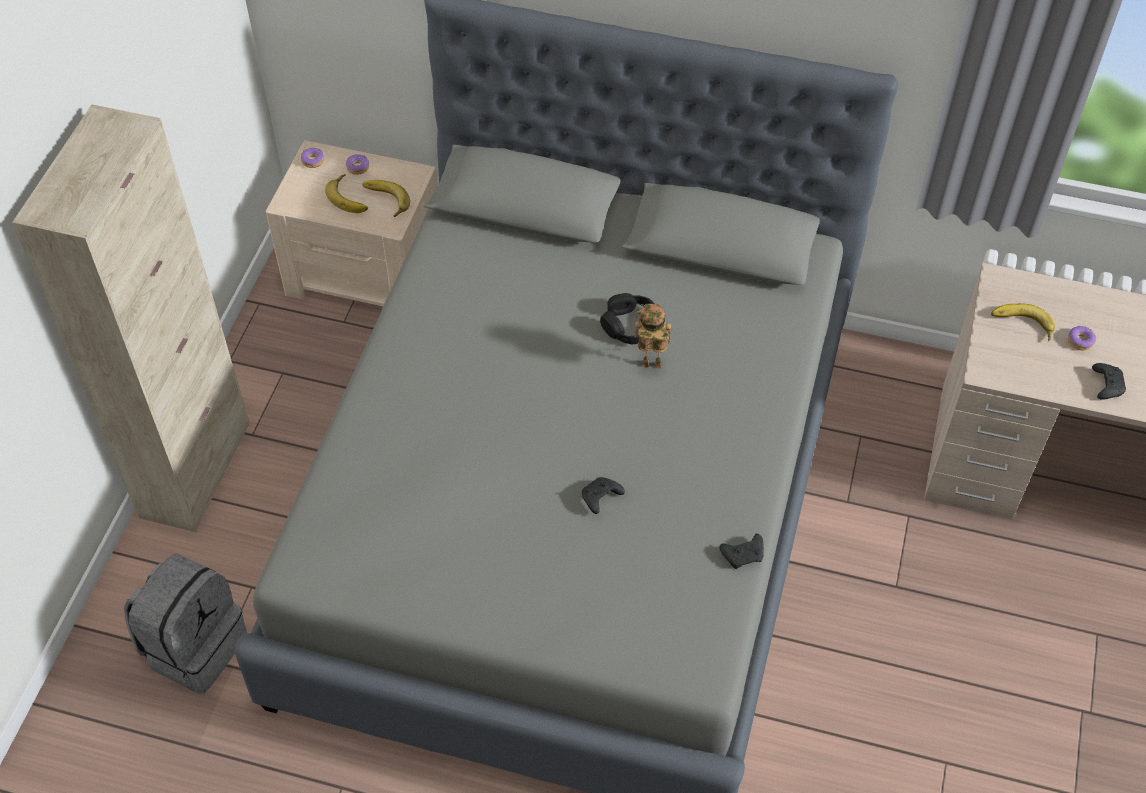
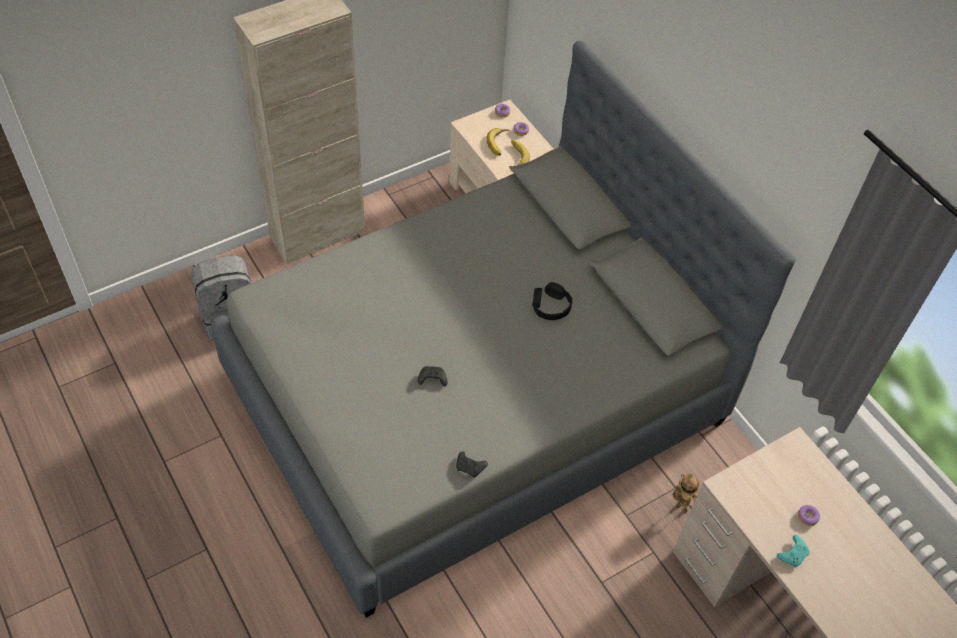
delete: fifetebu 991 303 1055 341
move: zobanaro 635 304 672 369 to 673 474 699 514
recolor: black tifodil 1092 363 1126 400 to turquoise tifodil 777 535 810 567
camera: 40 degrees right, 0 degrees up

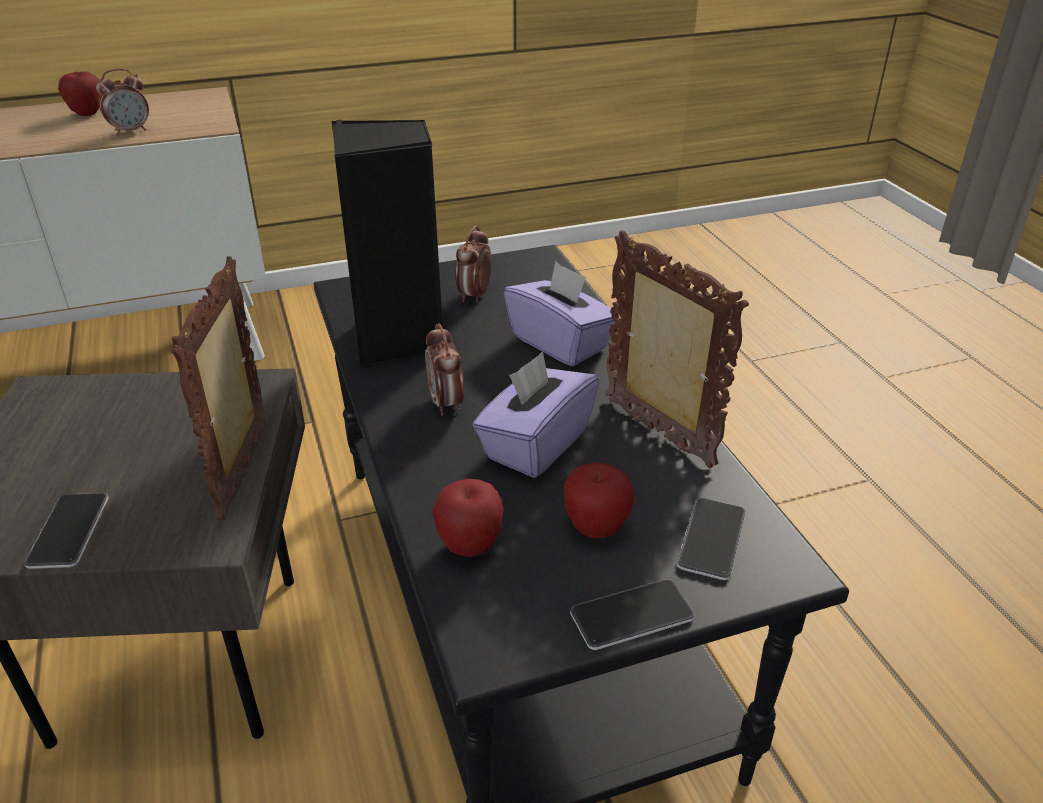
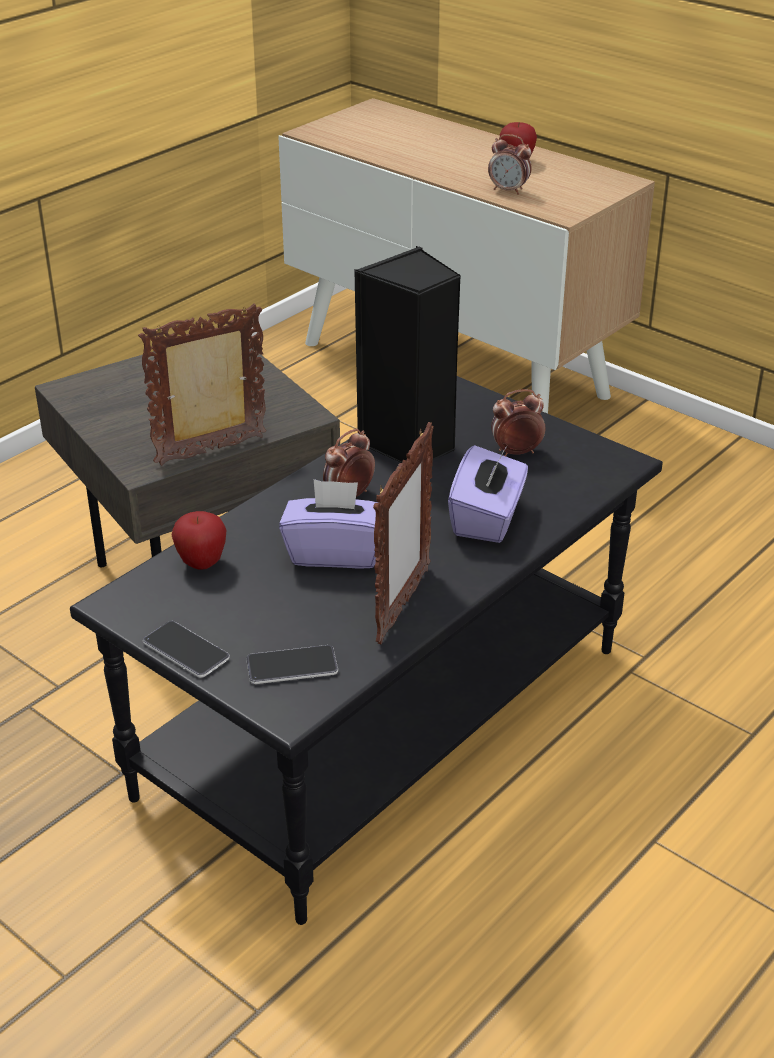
delete: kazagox 24 493 109 569; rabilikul 564 462 634 539
camera: 60 degrees right, 0 degrees up

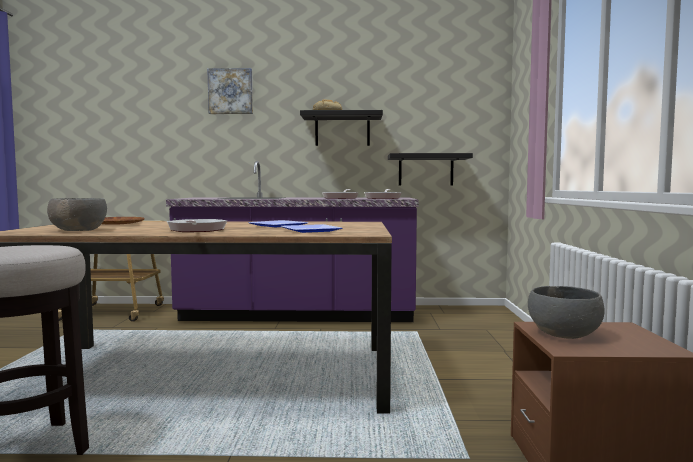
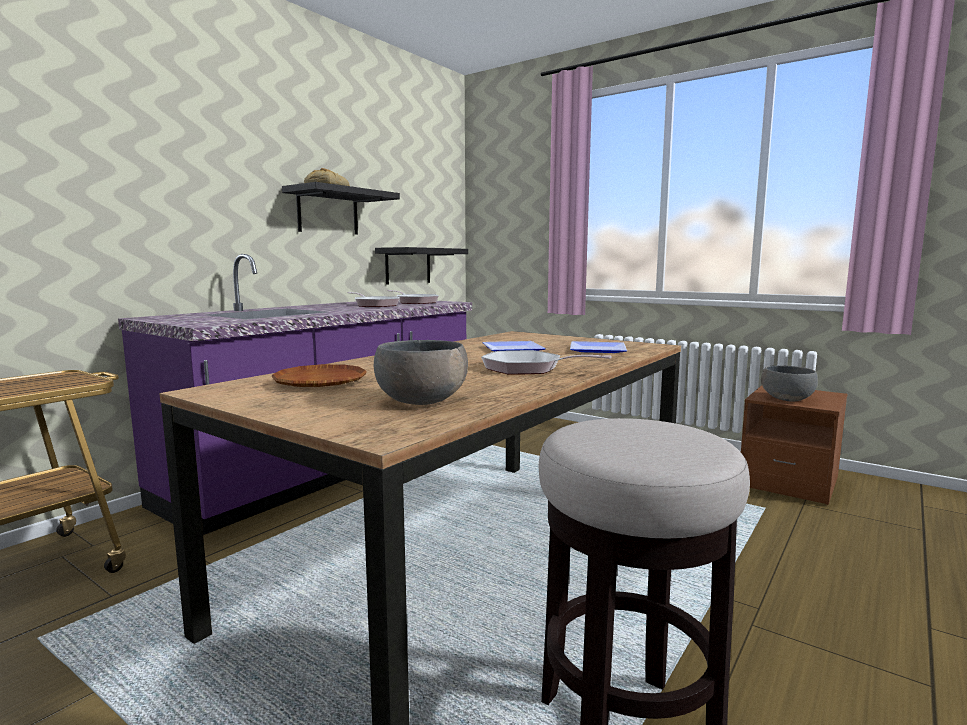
delete: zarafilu 207 68 253 114
camera: 55 degrees left, 5 degrees up

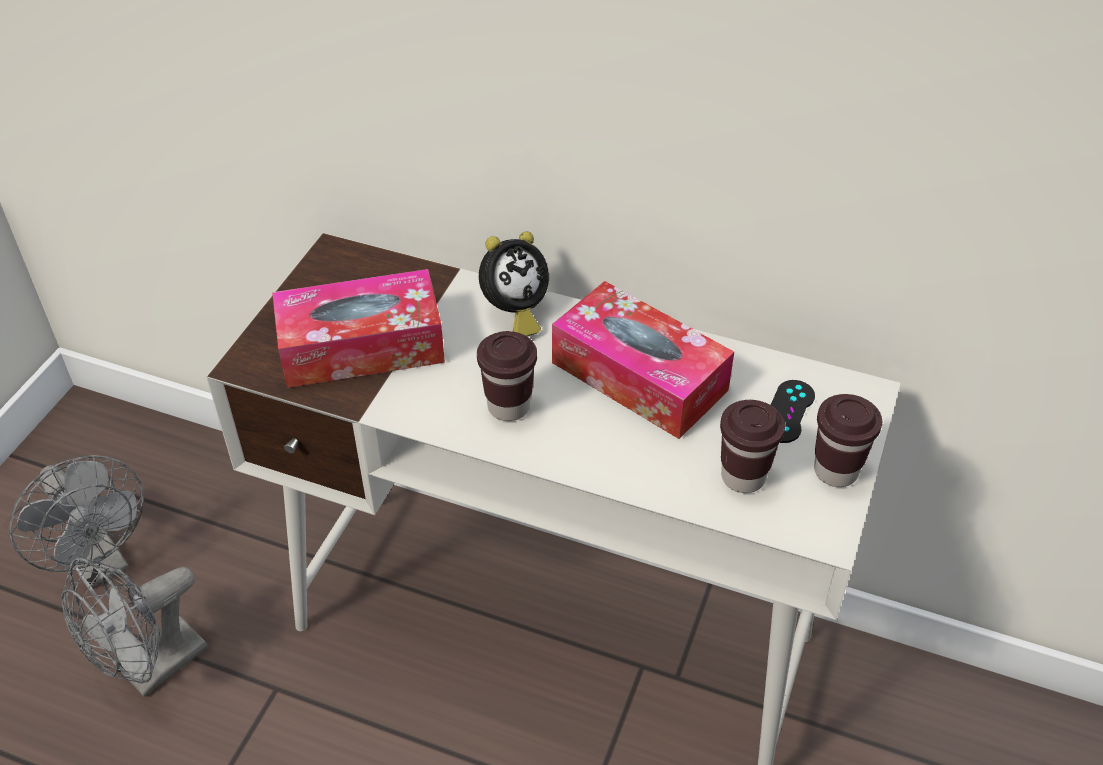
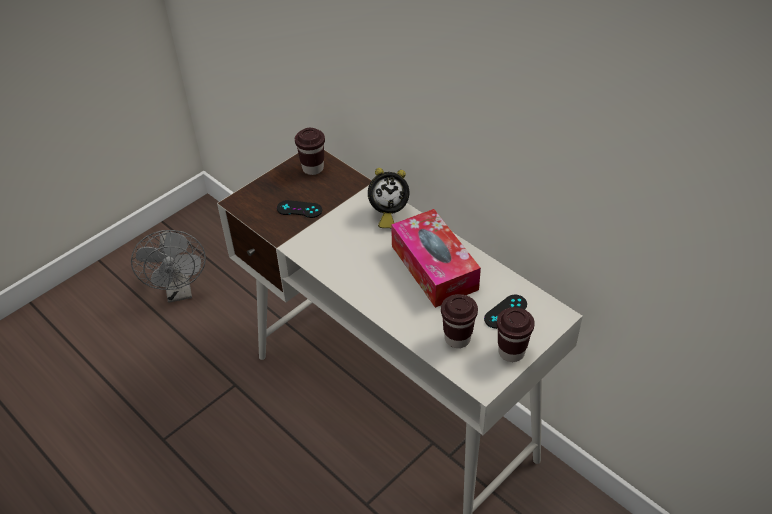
delete: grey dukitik 61 557 208 697
move: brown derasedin 477 331 537 421 to 295 128 325 175
replace: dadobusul 272 269 445 388 to black tifodil 277 200 322 218
camera: 25 degrees right, 0 degrees up

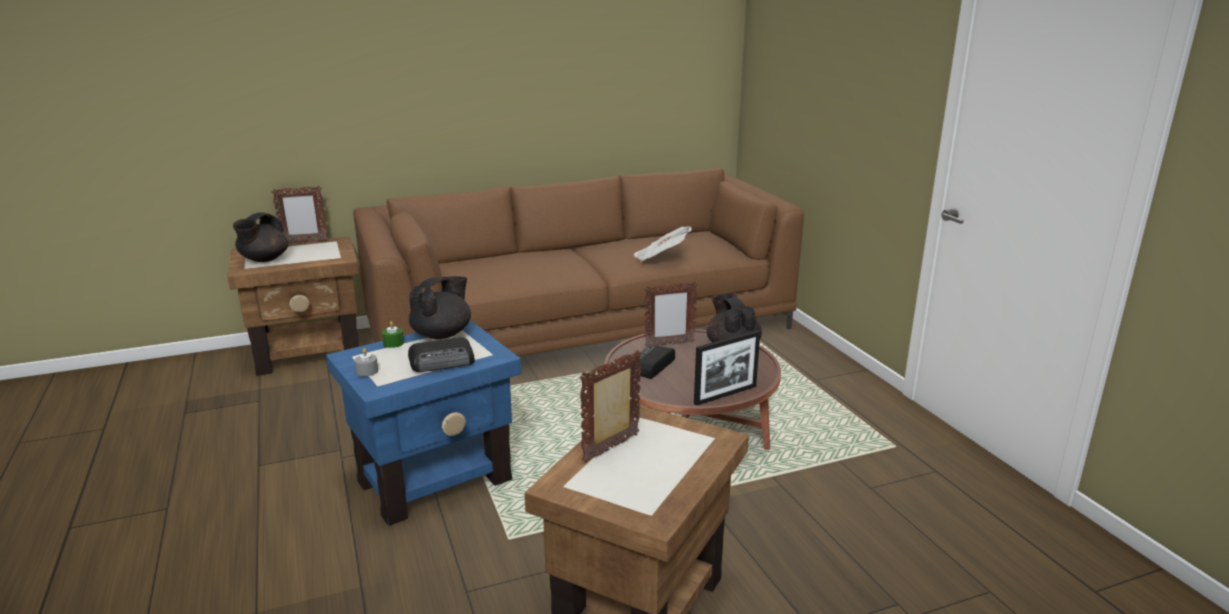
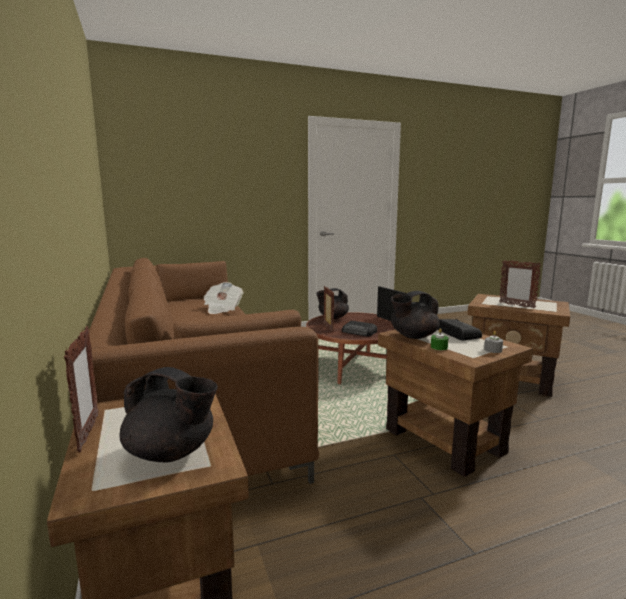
recolor: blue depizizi 326 320 521 526 to brown depizizi 378 329 533 477
rotate: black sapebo 409 276 471 339 = 391 291 440 339 60 degrees counterclockwise
camera: 90 degrees left, 10 degrees down

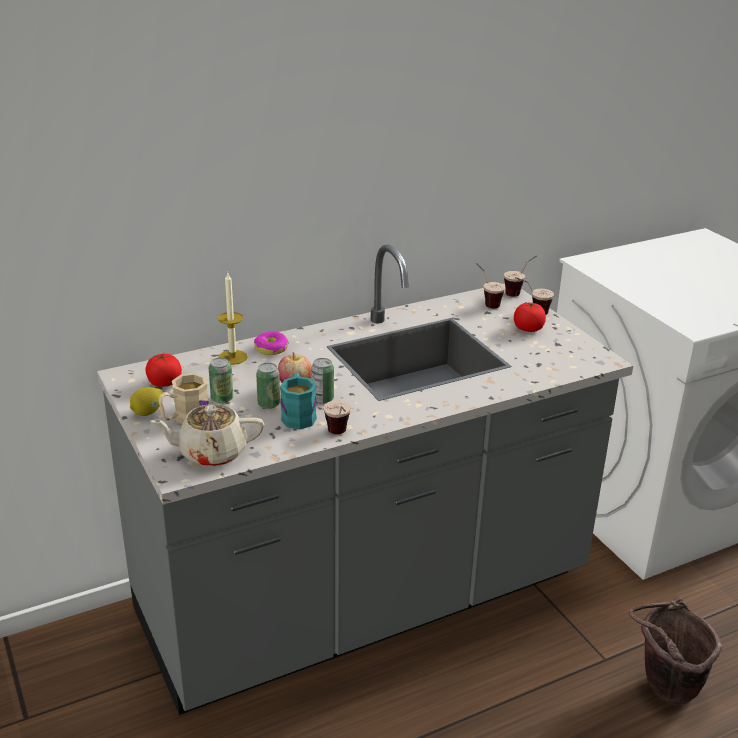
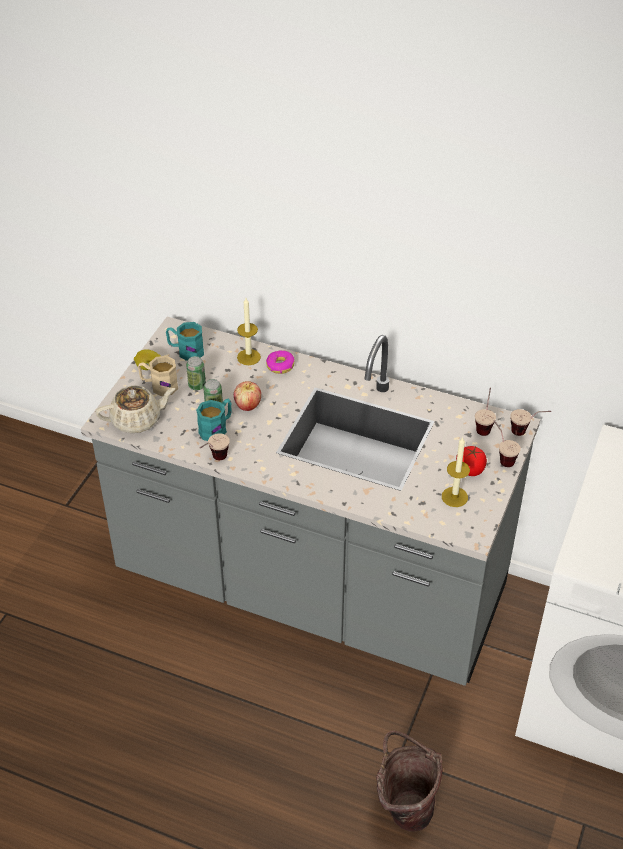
delete: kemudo 311 358 334 404
insert: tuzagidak 442 437 470 507
replace: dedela 145 353 182 387 to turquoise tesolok 166 322 204 361
rotate: beige sapebo 150 404 264 467 = 96 385 176 433 120 degrees clockwise
camera: 50 degrees right, 15 degrees up

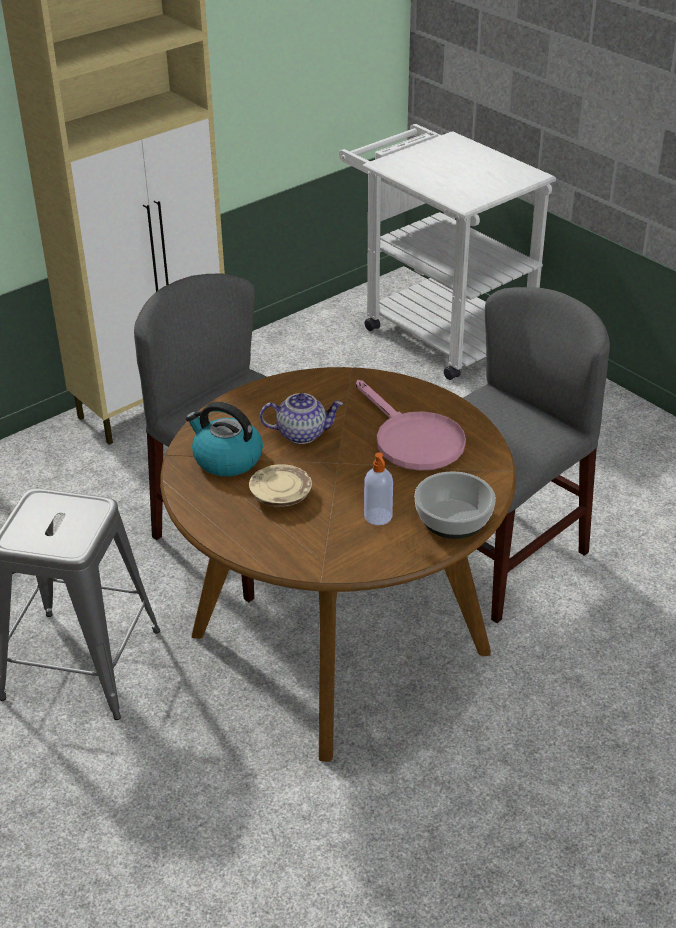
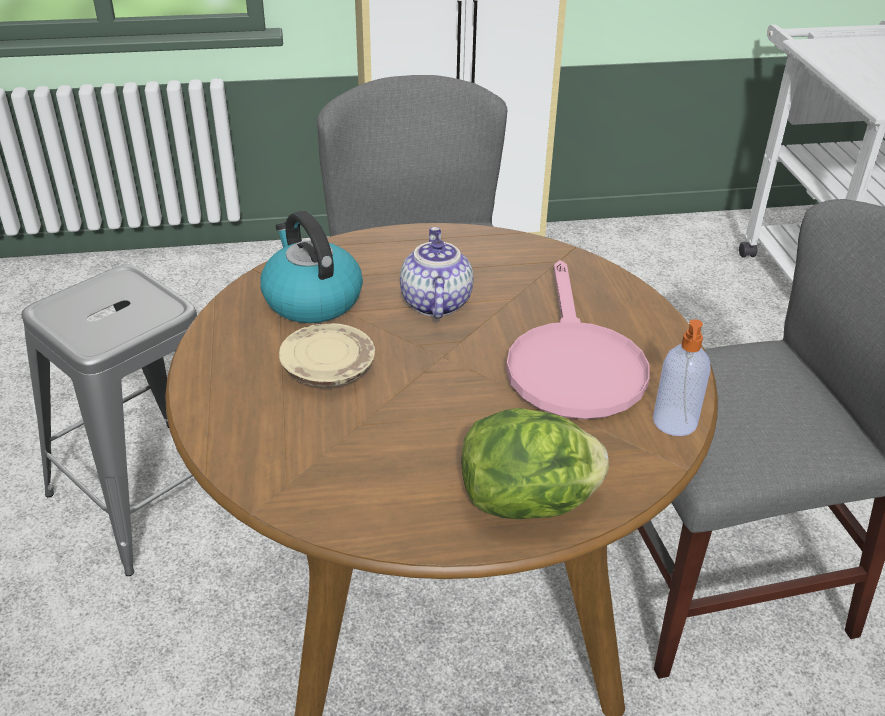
move: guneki 364 453 393 525 to 653 319 711 436
replace: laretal 414 471 496 539 to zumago 462 408 609 519
rotate: sapebo 260 393 343 444 = 400 227 473 319 120 degrees counterclockwise
camera: 30 degrees right, 0 degrees up

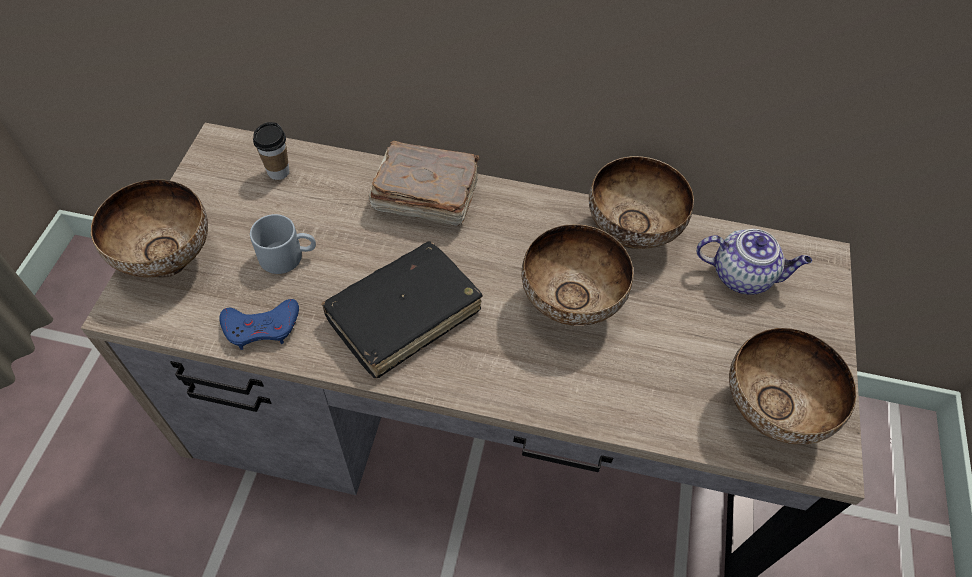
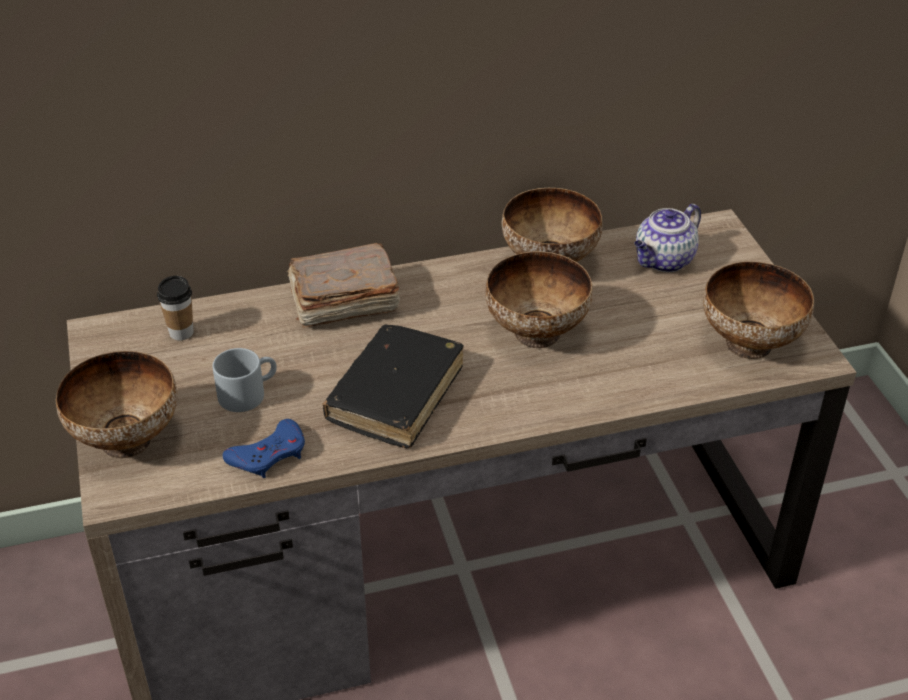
rotate: sapebo 696 229 812 295 = 634 204 701 272 150 degrees clockwise
camera: 25 degrees left, 15 degrees down

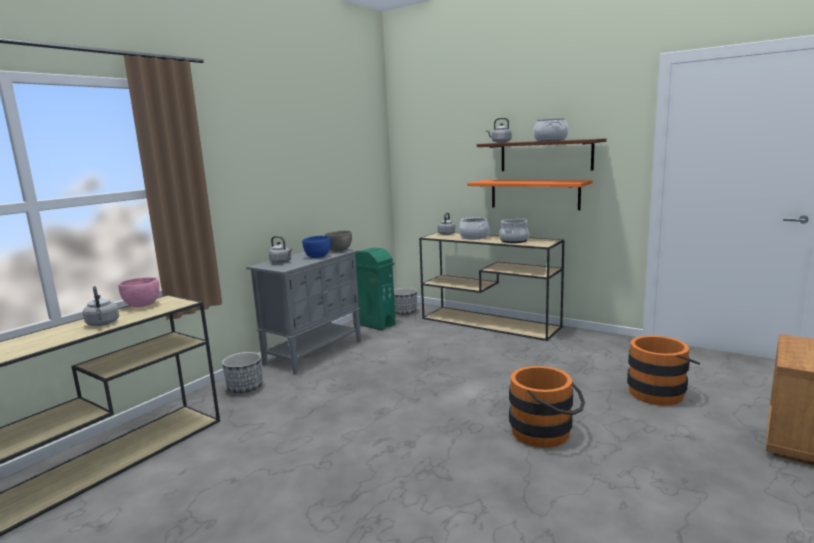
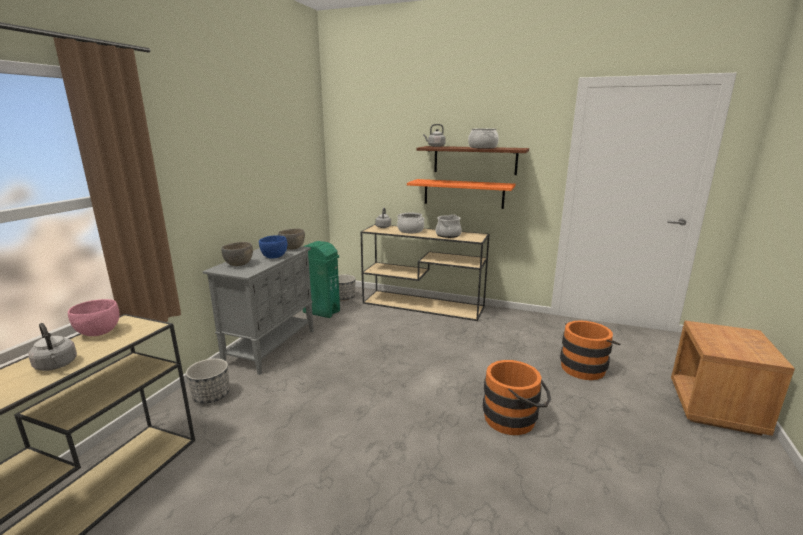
replace: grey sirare 269 236 292 263 to grey laretal 221 242 253 266
camera: 15 degrees left, 5 degrees up

